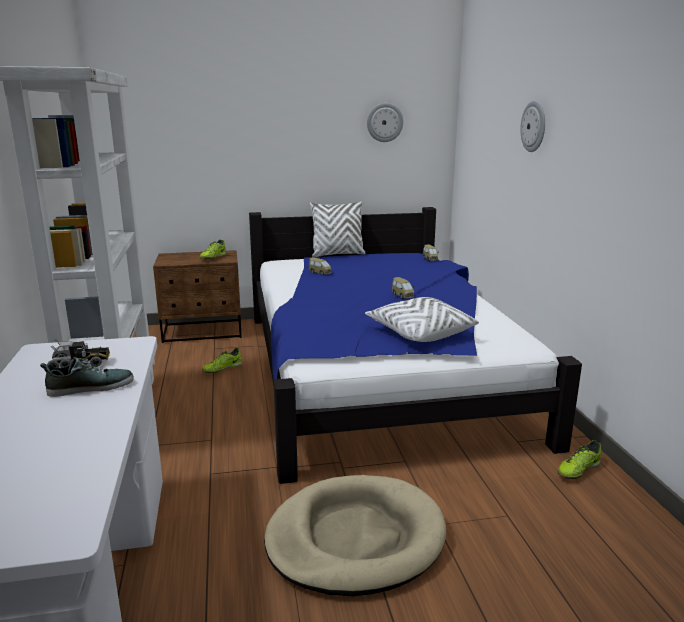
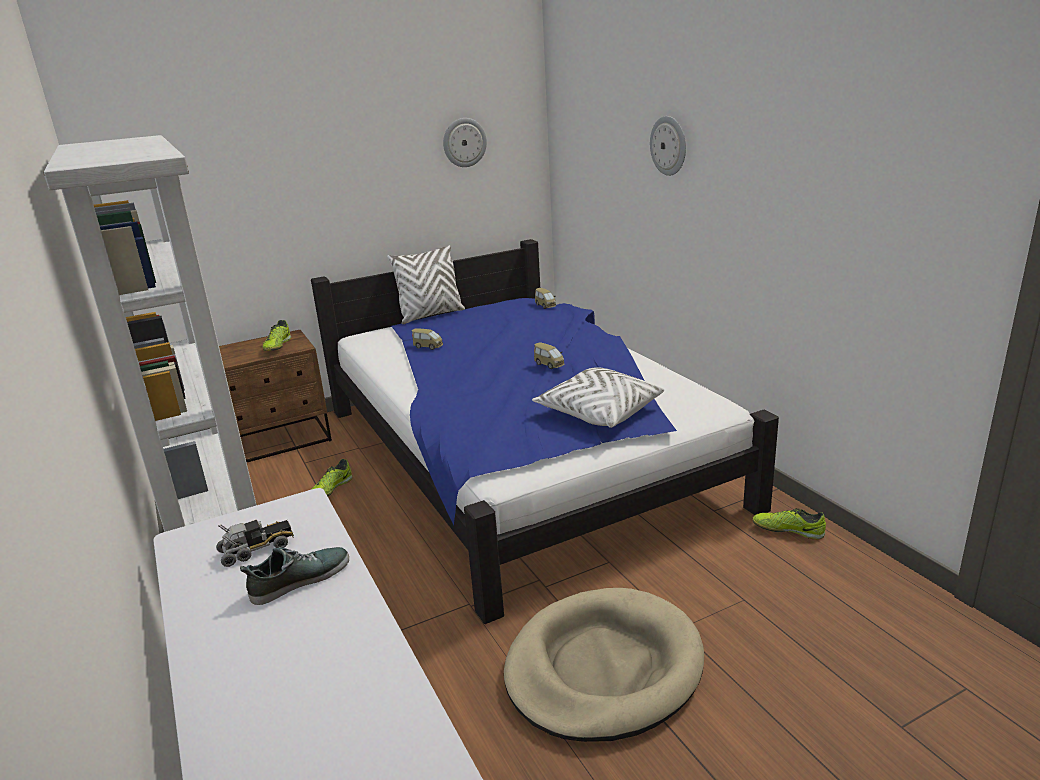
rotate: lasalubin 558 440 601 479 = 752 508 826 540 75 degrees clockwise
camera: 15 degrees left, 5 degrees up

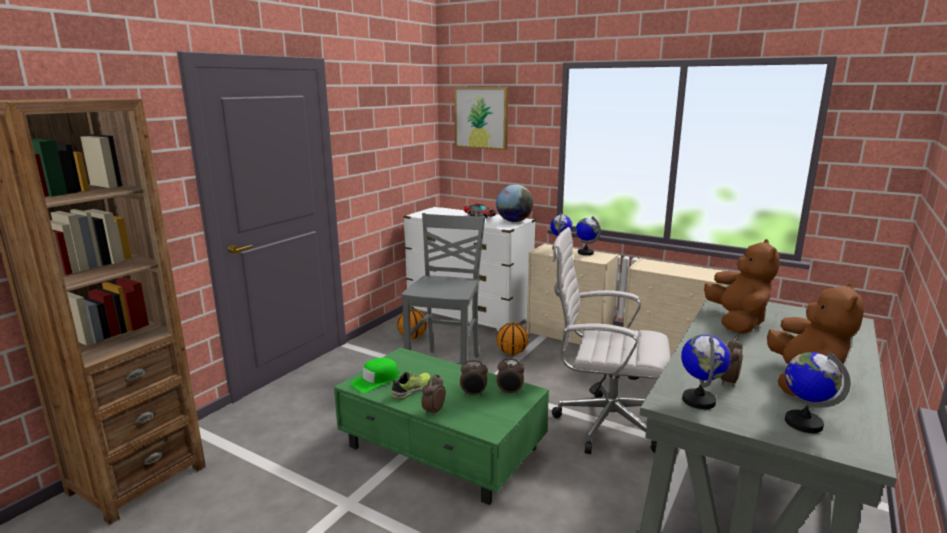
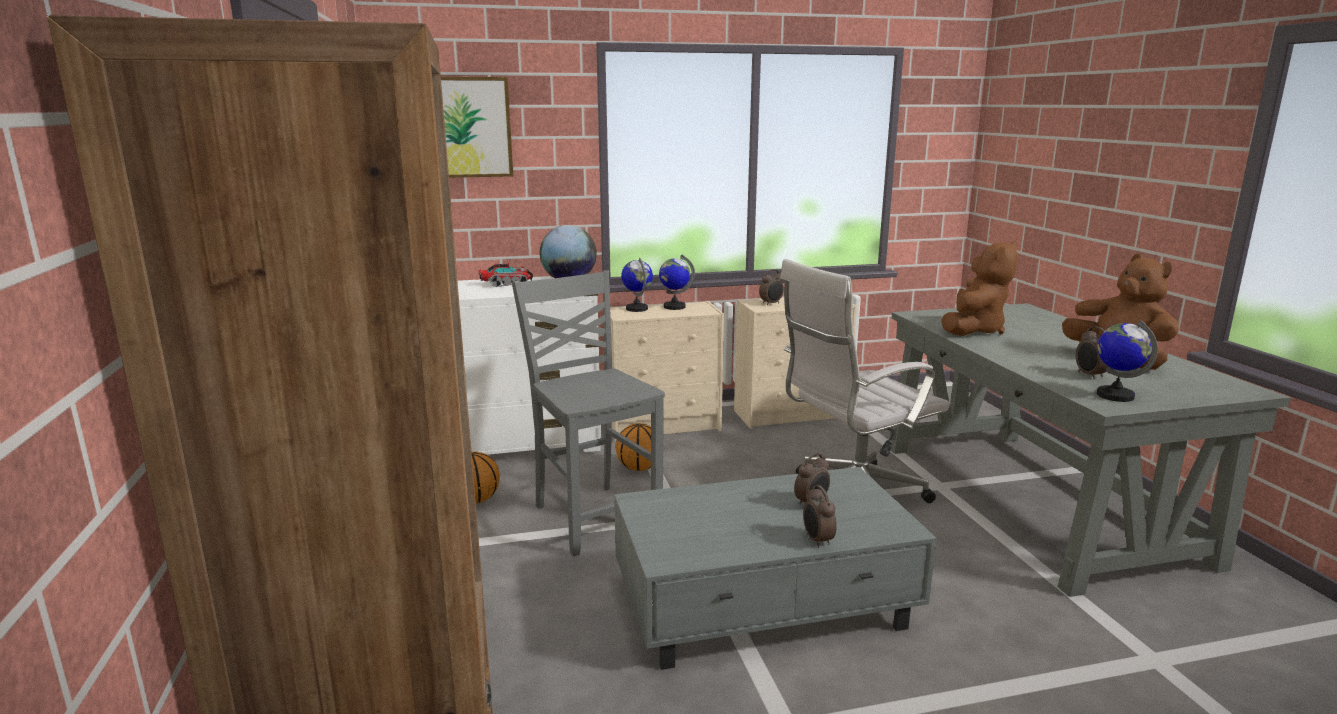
delete: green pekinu 350 358 399 393; lasalubin 391 372 431 399; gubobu 785 352 850 433
move: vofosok 497 358 524 395 to 759 269 784 305
recolor: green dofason 334 347 549 505 to grey dofason 614 467 937 670
rotate: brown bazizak 704 239 780 334 = 941 241 1018 336 75 degrees clockwise
camera: 45 degrees left, 0 degrees up

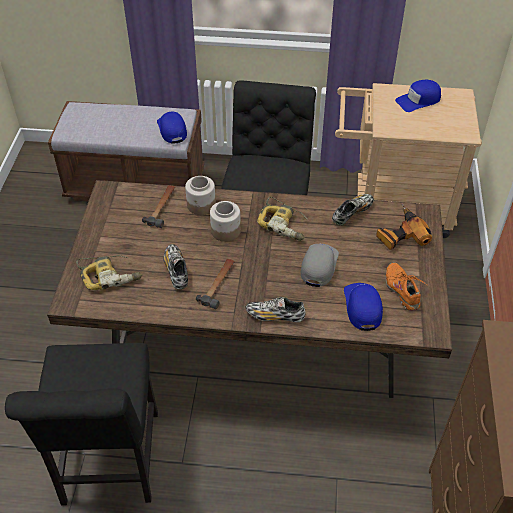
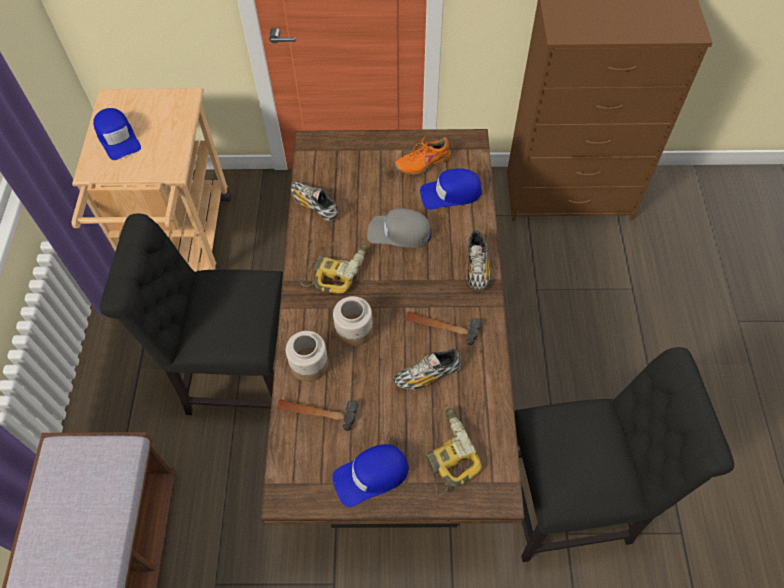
delete: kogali 376 203 432 250
move: blue pekinu 157 112 187 143 to 332 444 409 507
camera: 95 degrees left, 10 degrees up

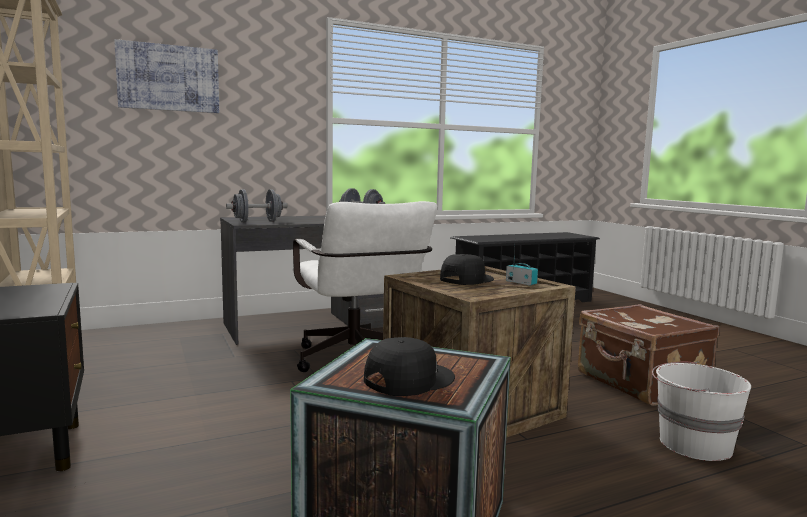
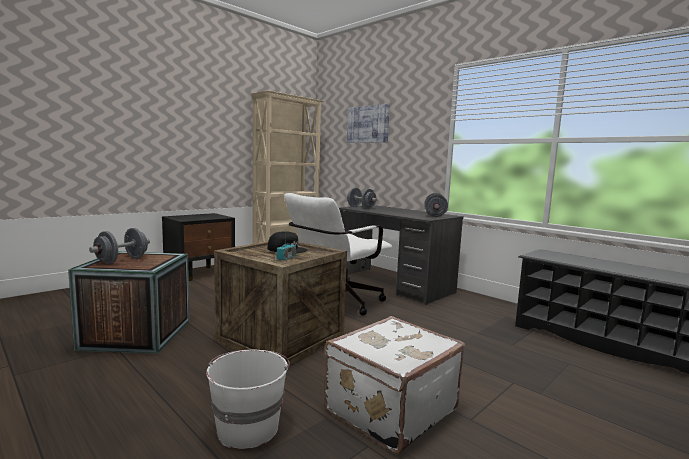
replace: black pekinu 364 337 455 396 to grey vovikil 89 228 150 264
recolor: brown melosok 578 304 719 406 to white melosok 324 316 465 454
camera: 70 degrees right, 0 degrees up

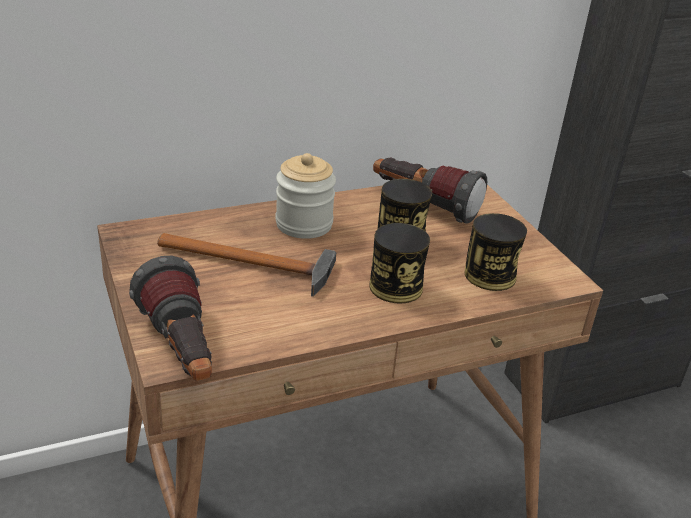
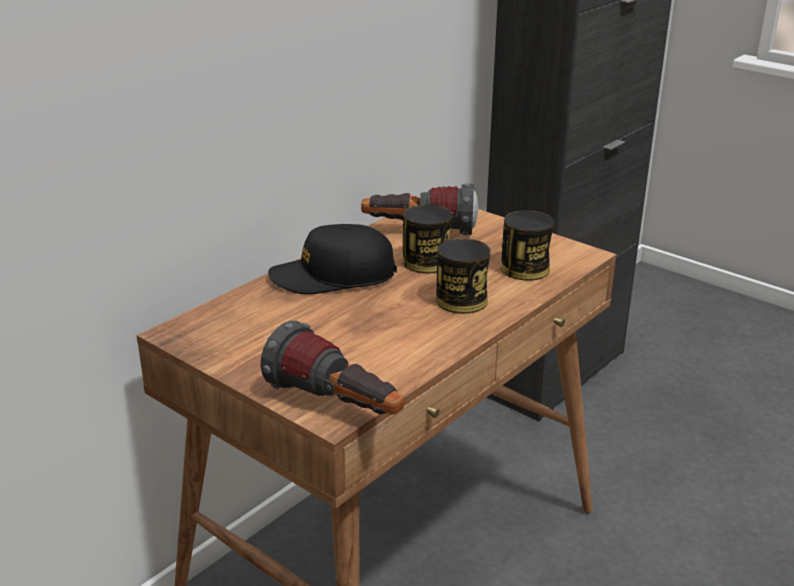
delete: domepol 157 233 336 297
replace: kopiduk 275 153 336 239 to black pekinu 268 224 397 294
camera: 25 degrees left, 5 degrees down

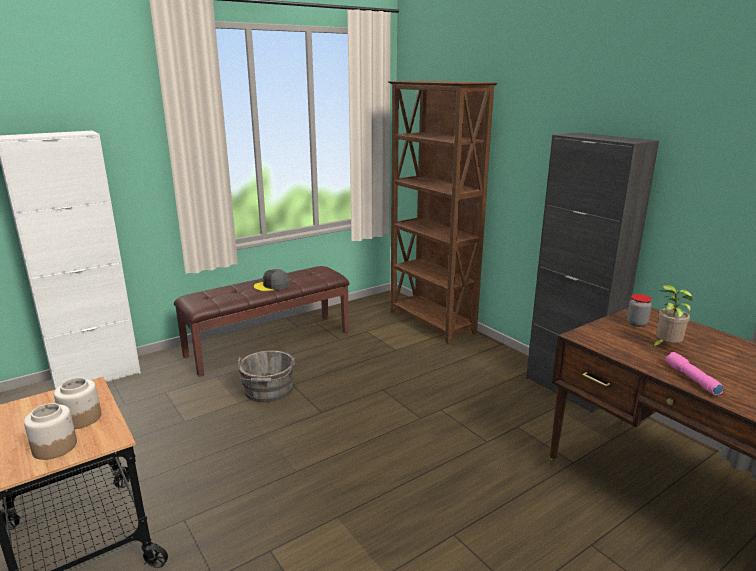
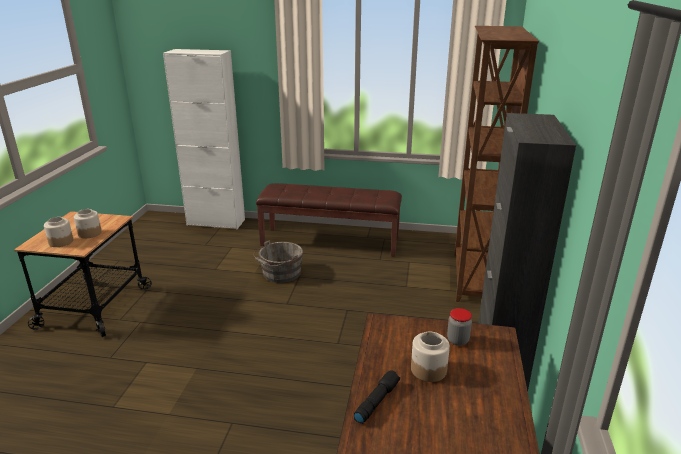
delete: grey pekinu 254 269 290 291
replace: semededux 651 285 693 348 to kopiduk 411 332 450 382
recolor: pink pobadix 665 352 724 395 to black pobadix 354 370 400 424
camera: 45 degrees right, 5 degrees up

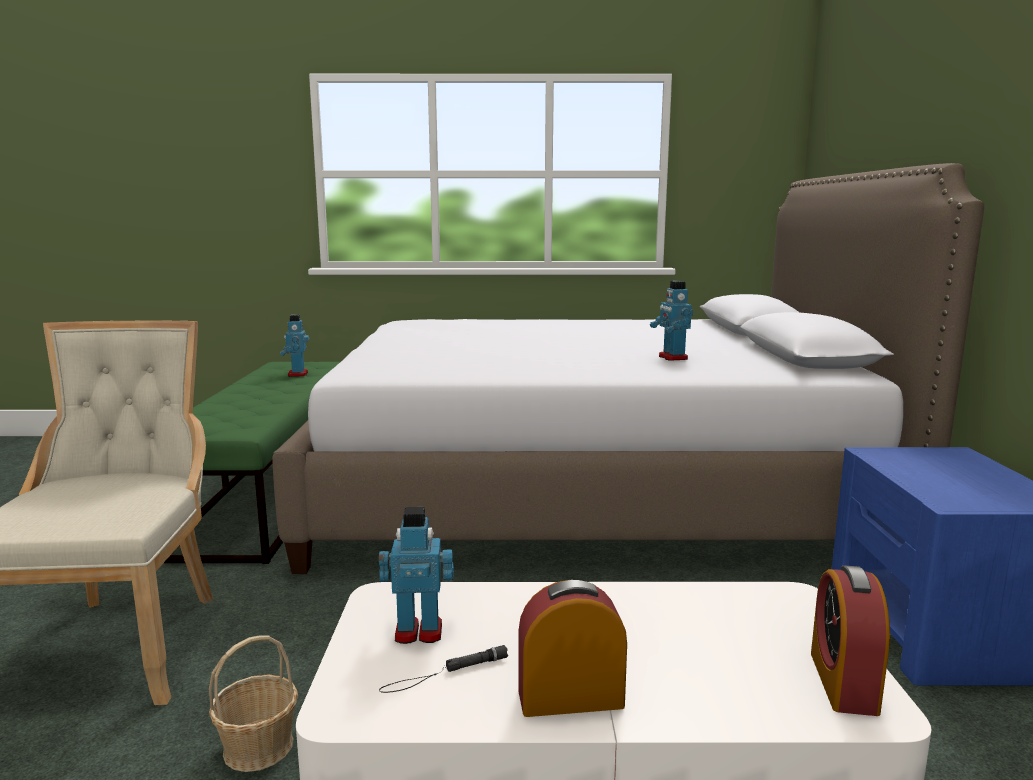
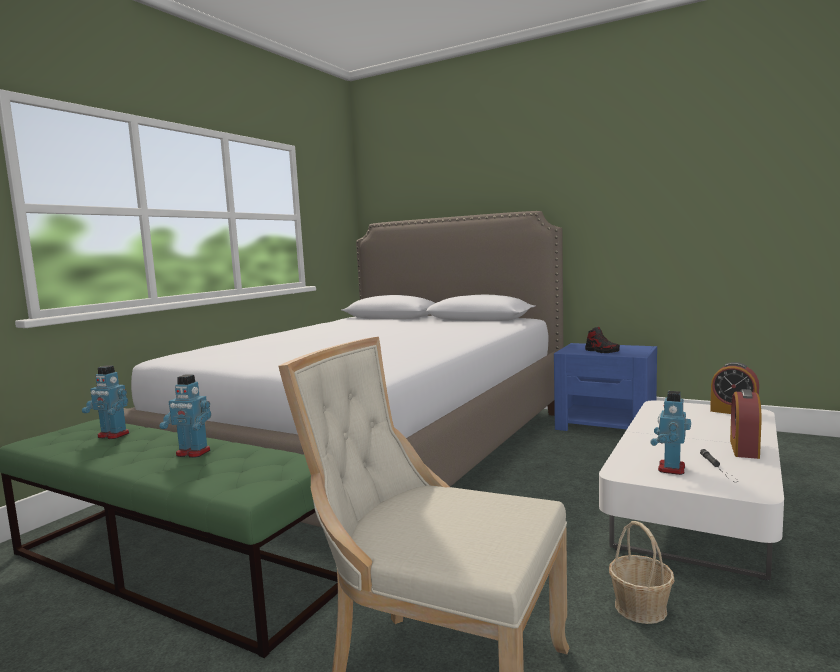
insert: lasalubin 585 327 620 353
move: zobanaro 650 281 693 361 to 160 375 211 458
camera: 60 degrees left, 5 degrees down

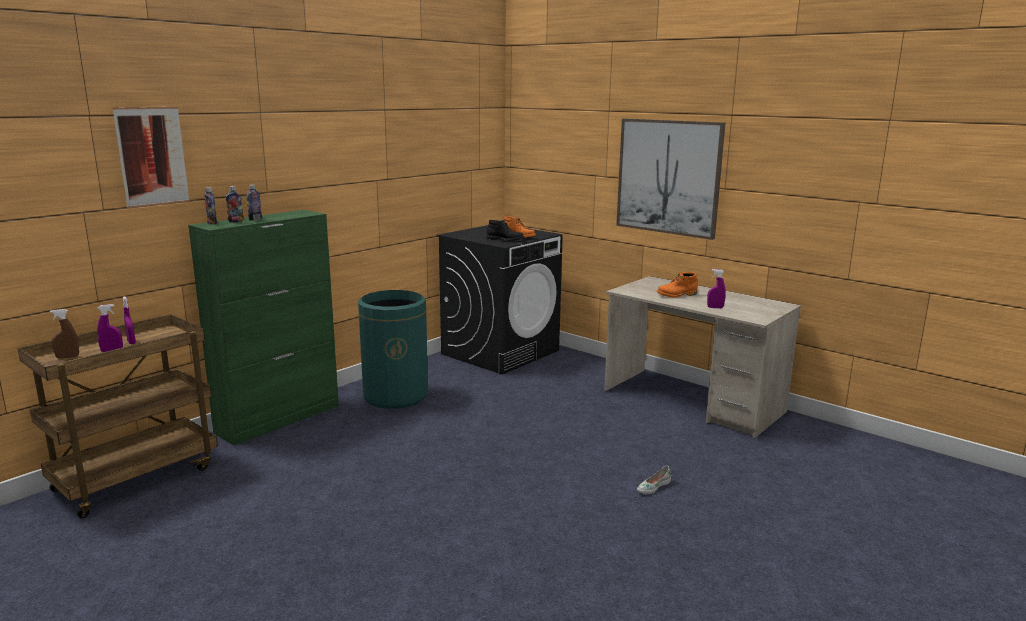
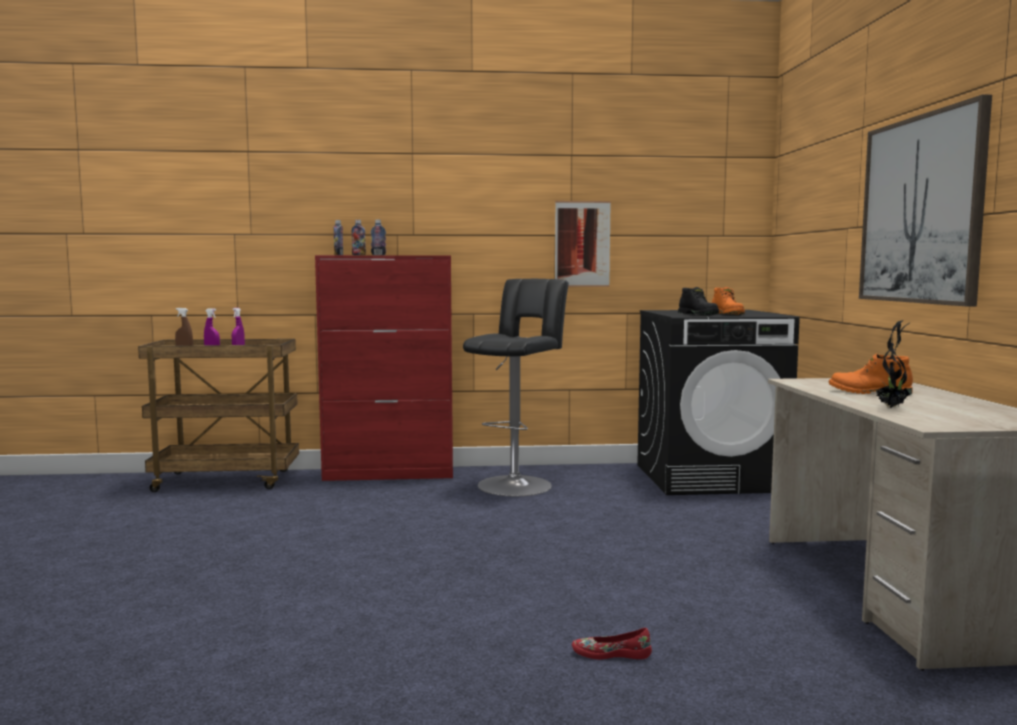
move: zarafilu 112 107 190 208 to 555 201 611 287
replace: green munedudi 358 290 428 409 to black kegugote 463 279 569 496; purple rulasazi 707 269 726 308 to semededux 876 320 910 408
recolor: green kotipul 188 210 339 446 to red kotipul 315 255 453 481; white lasalubin 637 466 671 494 to red lasalubin 572 628 652 659
camera: 45 degrees right, 10 degrees down

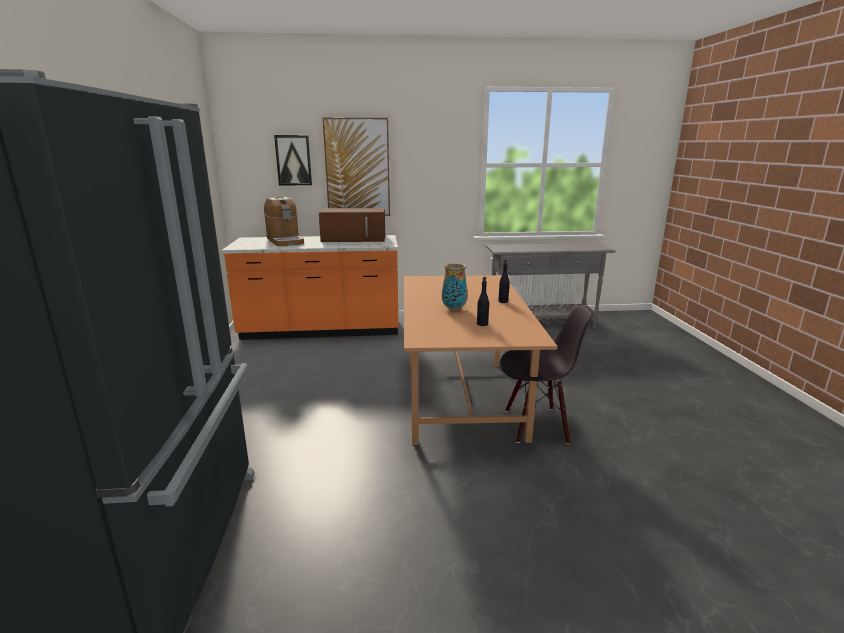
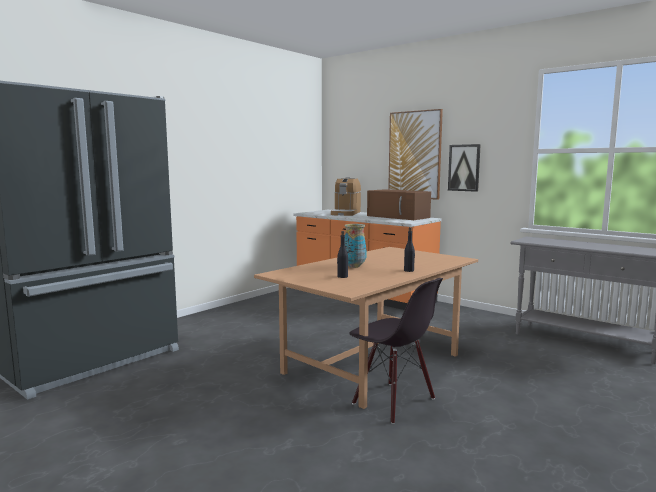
move: zarafilu 274 135 312 185 to 448 144 481 192
camera: 45 degrees right, 10 degrees down

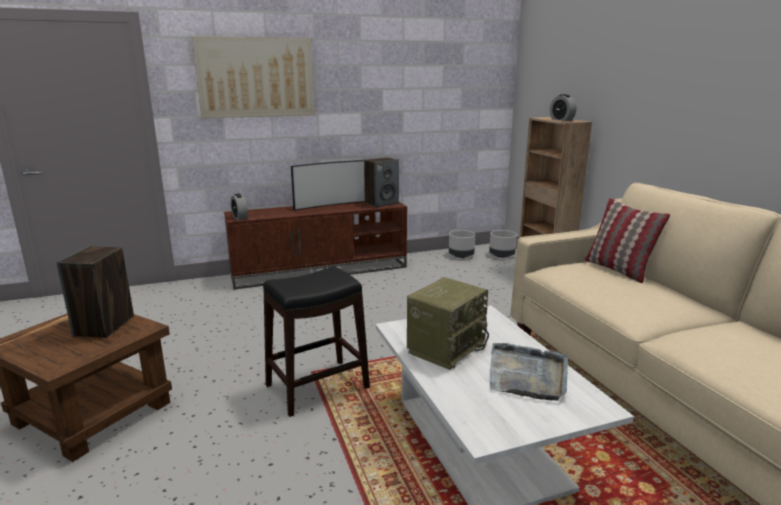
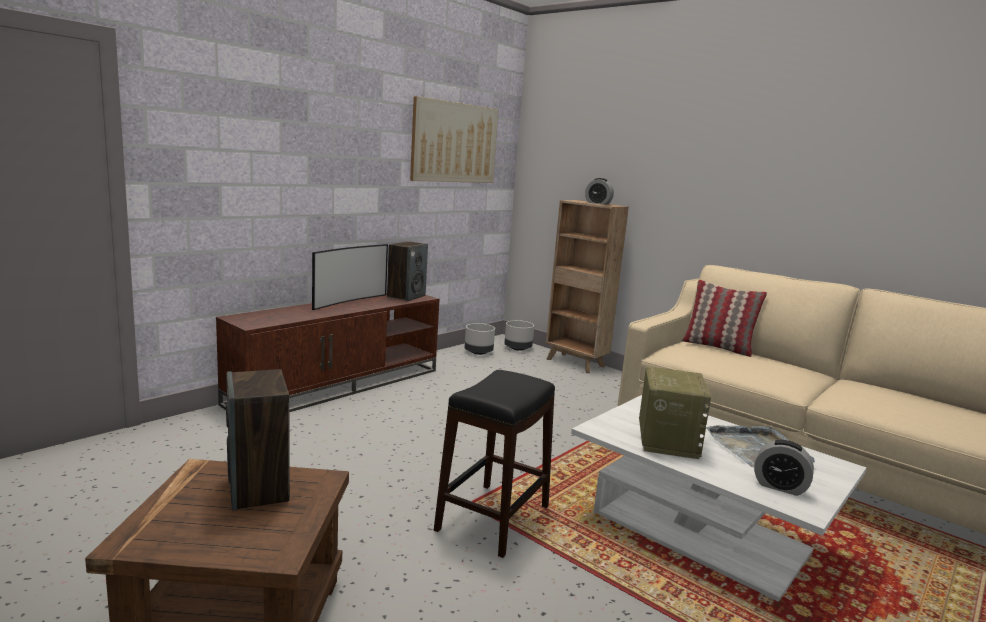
move: zarafilu 192 36 315 118 to 410 96 498 183; vofosok 231 194 248 220 to 754 440 814 496
camera: 30 degrees left, 5 degrees down

